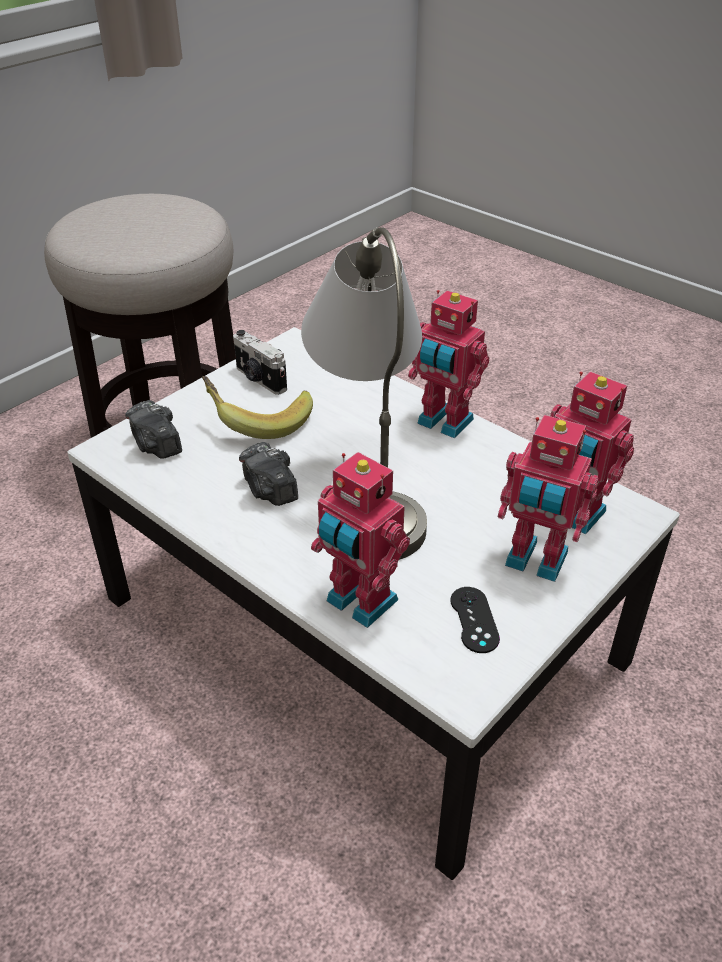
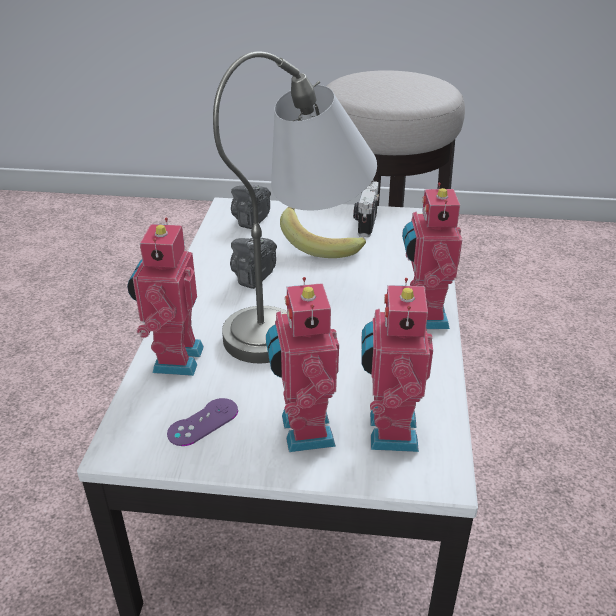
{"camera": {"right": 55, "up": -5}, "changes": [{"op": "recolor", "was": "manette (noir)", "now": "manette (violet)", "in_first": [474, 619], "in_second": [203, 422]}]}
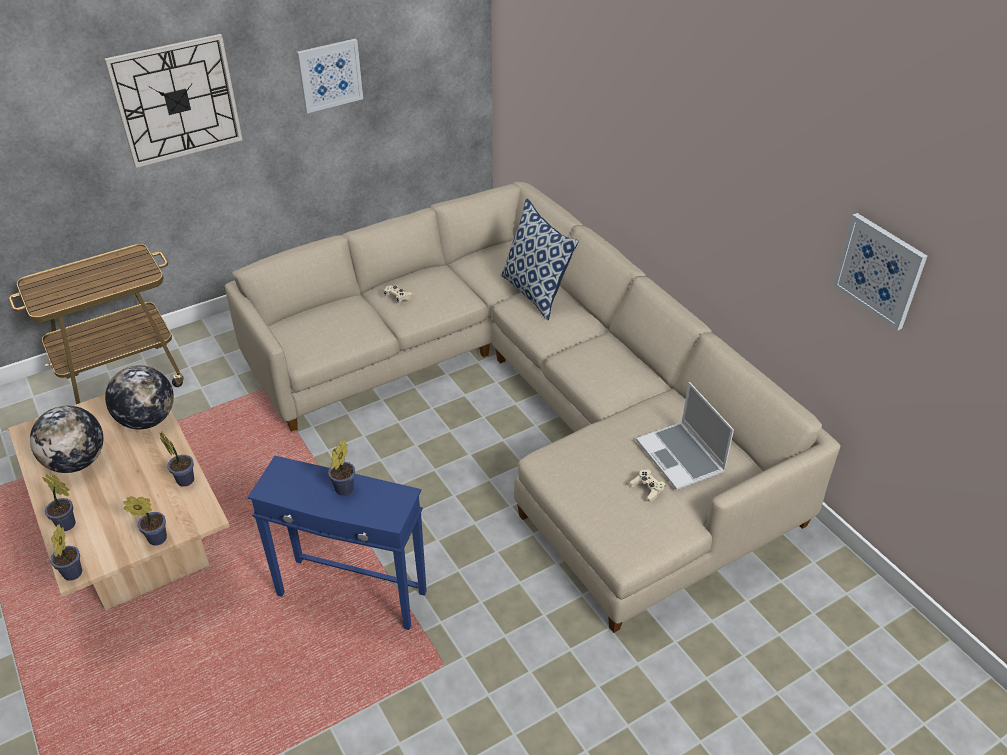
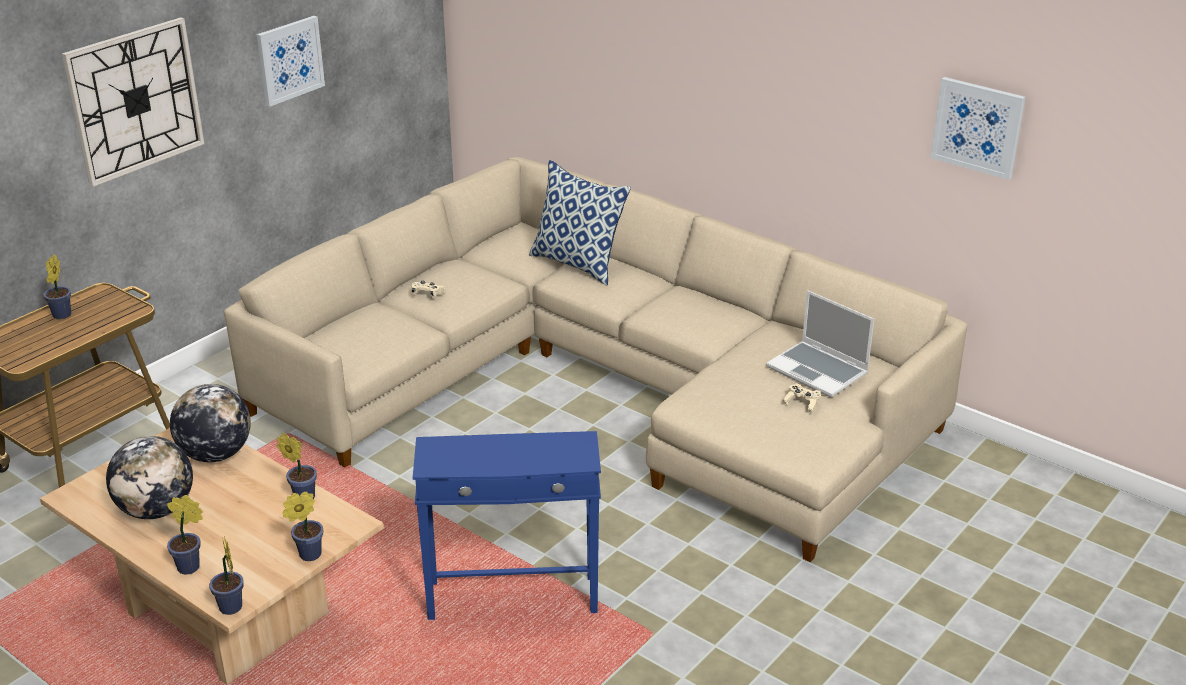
{"camera": {"right": -20, "up": -10}, "changes": [{"op": "move", "was": "plante en pot", "in_first": [343, 491], "in_second": [61, 316]}]}
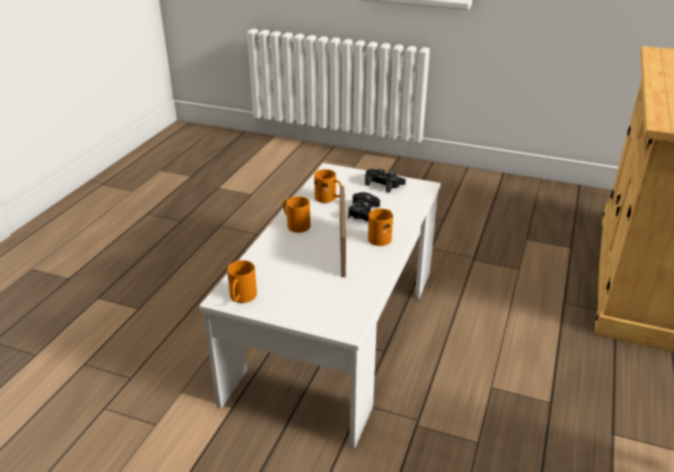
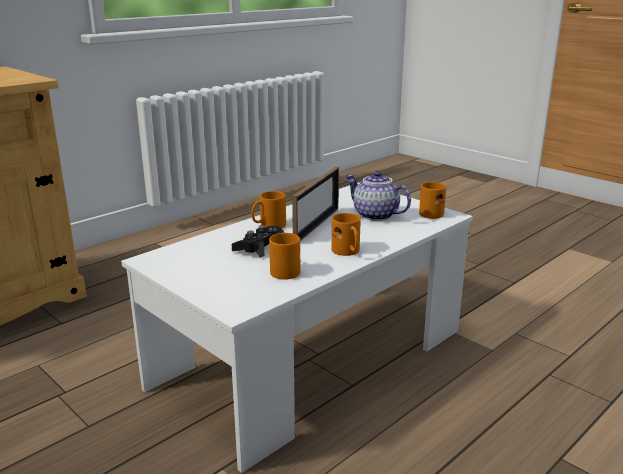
{"camera": {"right": -155, "up": -10}, "changes": [{"op": "delete", "was": "manette (noir)", "in_first": [384, 184]}, {"op": "insert", "now": "théière", "in_second": [374, 215]}]}
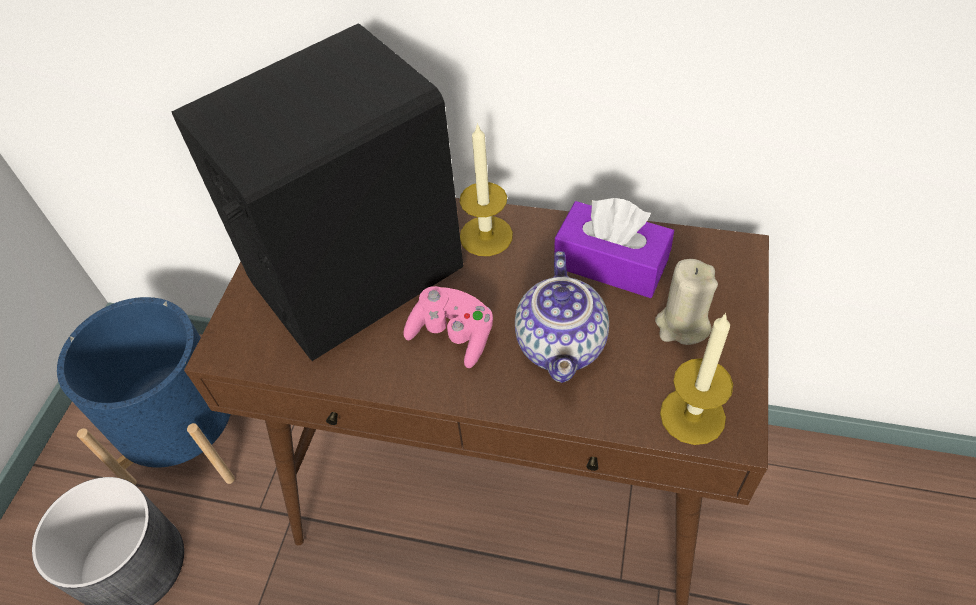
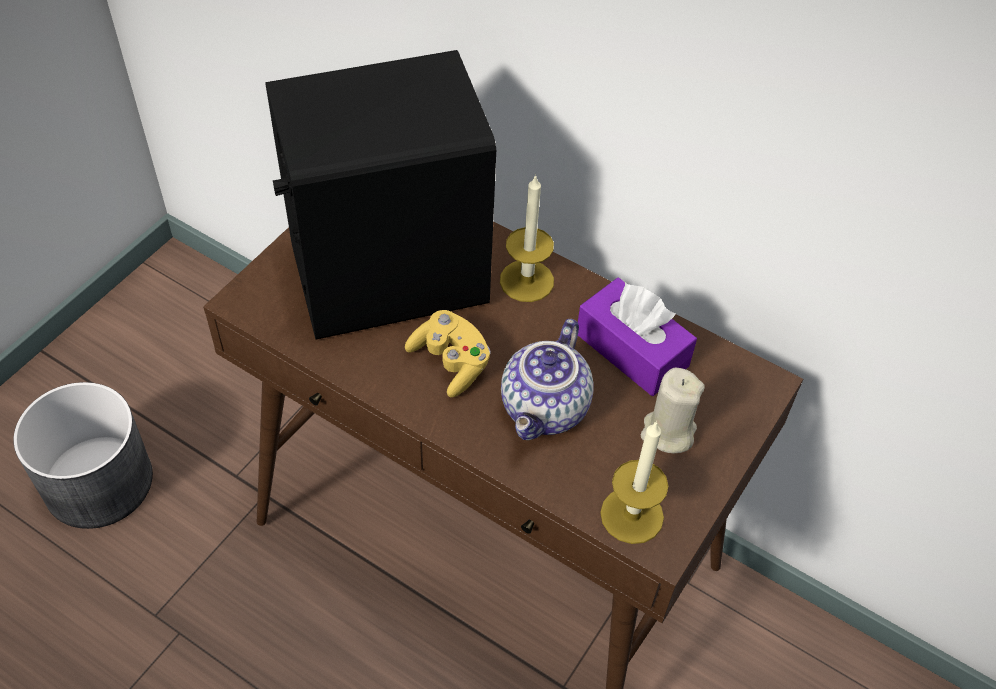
{"camera": {"right": 15, "up": 0}, "changes": [{"op": "delete", "was": "cache-pot (bleu)", "in_first": [191, 436]}, {"op": "recolor", "was": "manette (rose)", "now": "manette (jaune)", "in_first": [453, 335], "in_second": [450, 363]}]}
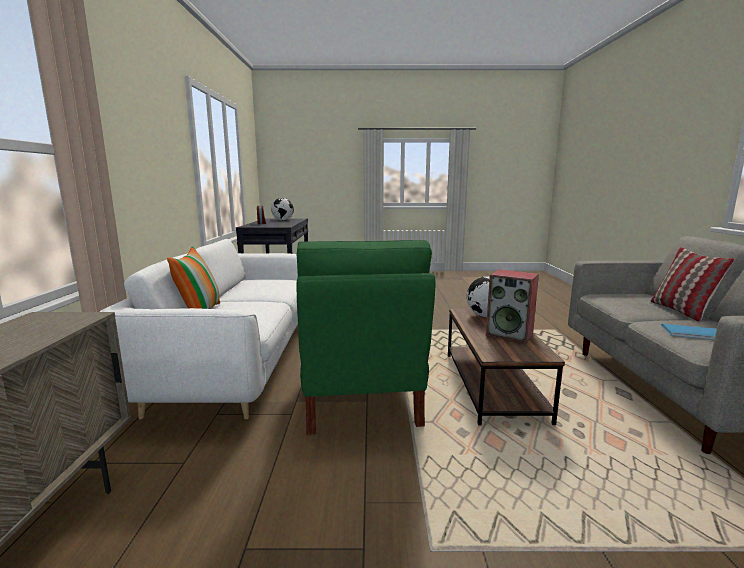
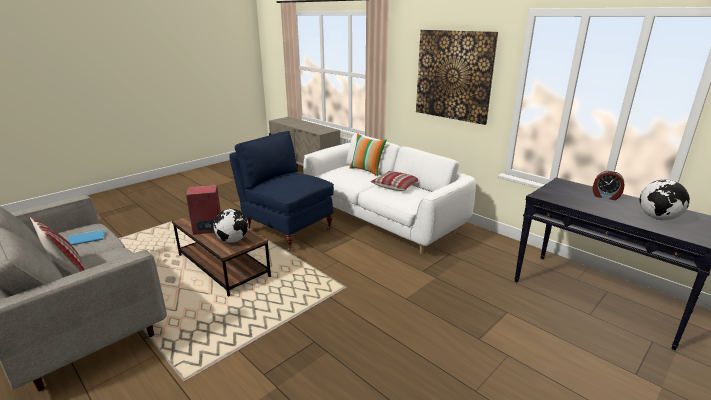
{"camera": {"right": 135, "up": 10}, "changes": [{"op": "recolor", "was": "fauteuil (vert)", "now": "fauteuil (bleu)", "in_first": [361, 398], "in_second": [287, 229]}, {"op": "insert", "now": "coussin", "in_second": [396, 185]}, {"op": "insert", "now": "tableau", "in_second": [453, 75]}]}
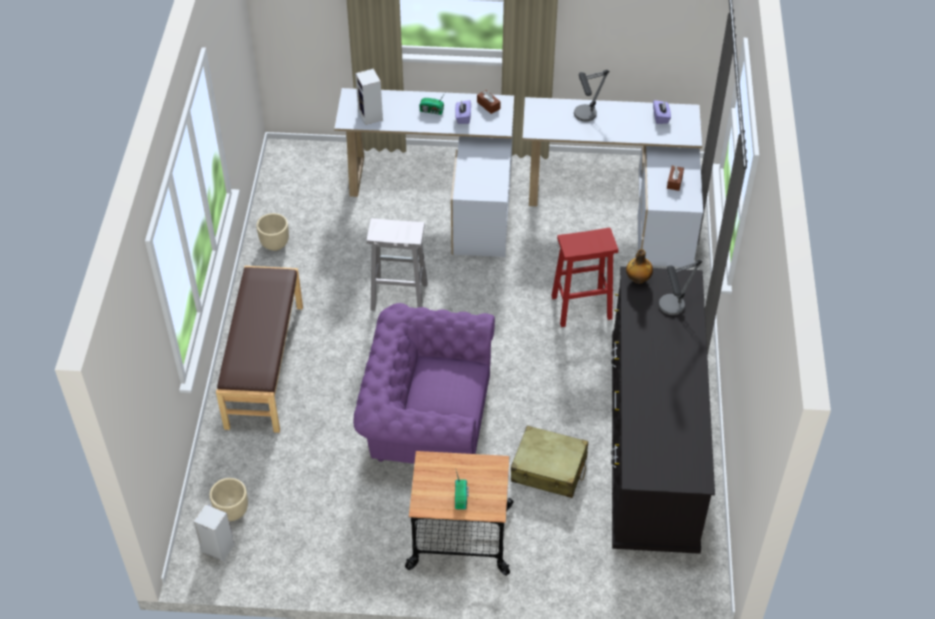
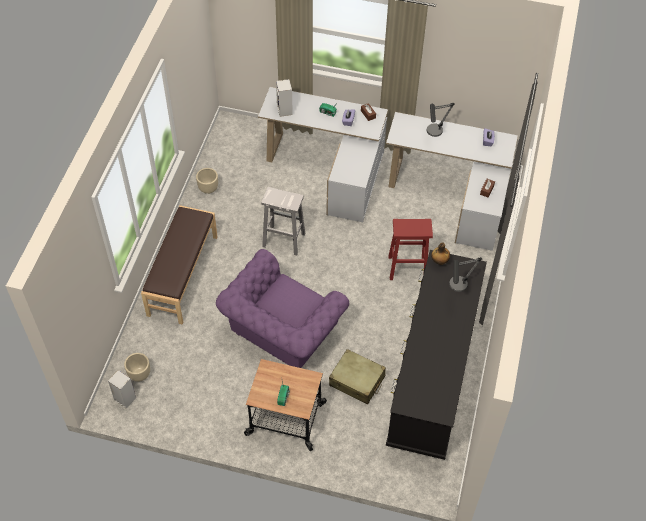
{"camera": {"right": 10, "up": 5}, "changes": [{"op": "rotate", "was": "fauteuil (violet)", "in_first": [426, 421], "in_second": [282, 333], "clockwise": -75}]}
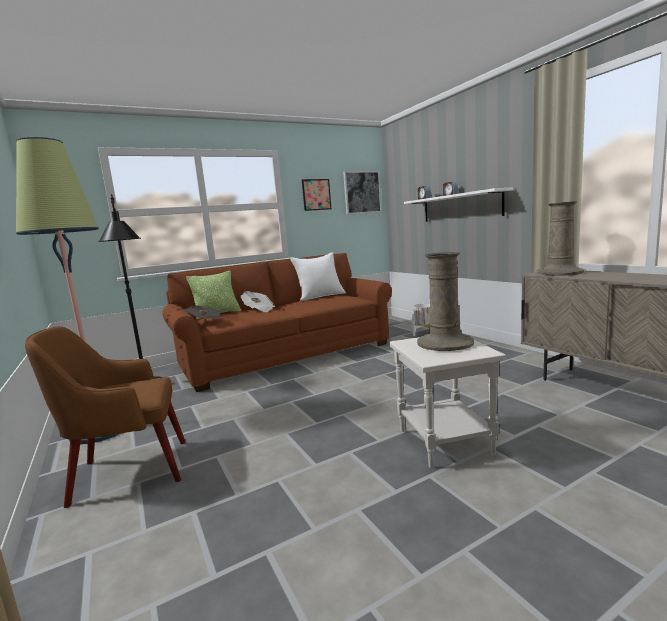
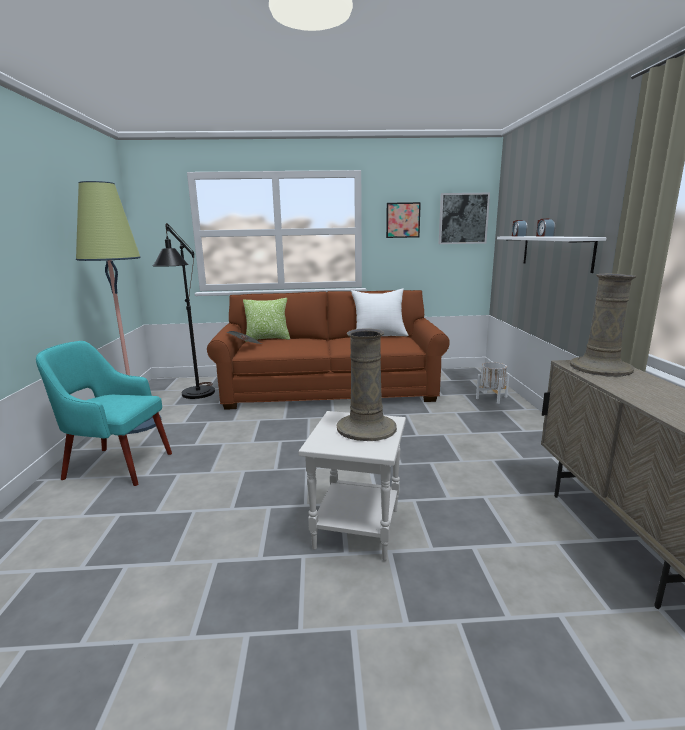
{"camera": {"right": 25, "up": 5}, "changes": [{"op": "recolor", "was": "fauteuil (marron)", "now": "fauteuil (turquoise)", "in_first": [127, 471], "in_second": [116, 465]}, {"op": "delete", "was": "journal", "in_first": [259, 310]}]}
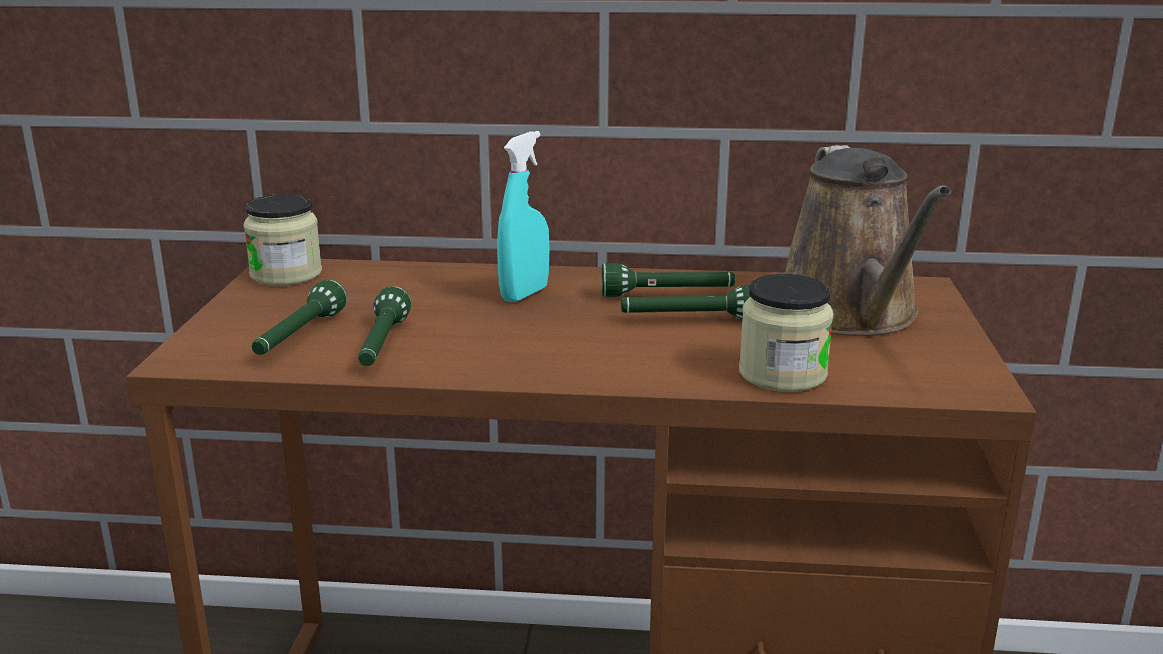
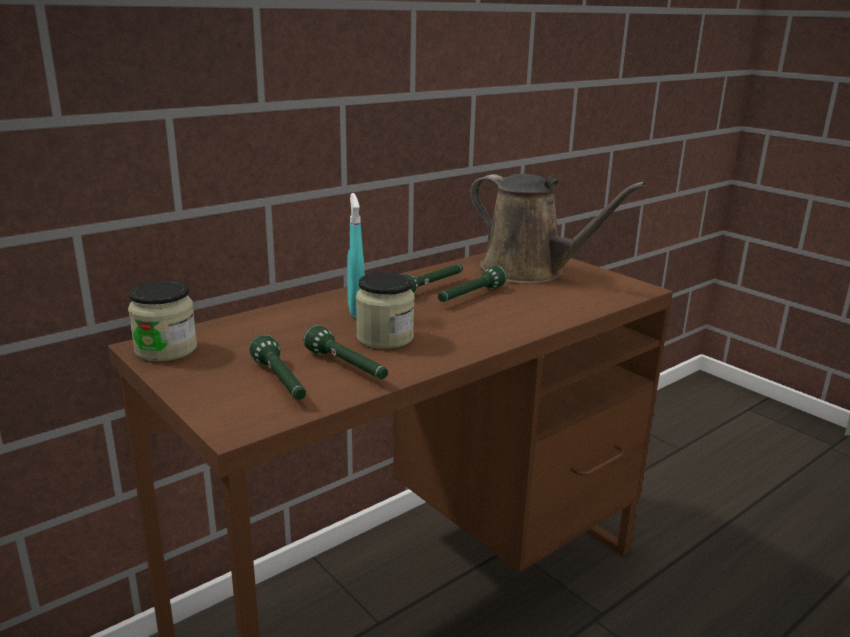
{"camera": {"right": -45, "up": 0}, "changes": [{"op": "move", "was": "bocal", "in_first": [782, 374], "in_second": [385, 337]}]}
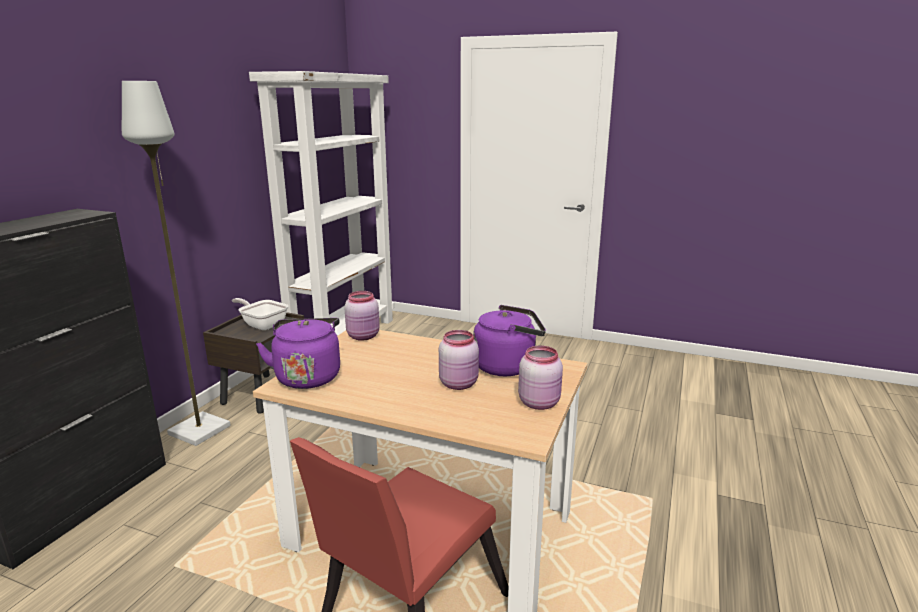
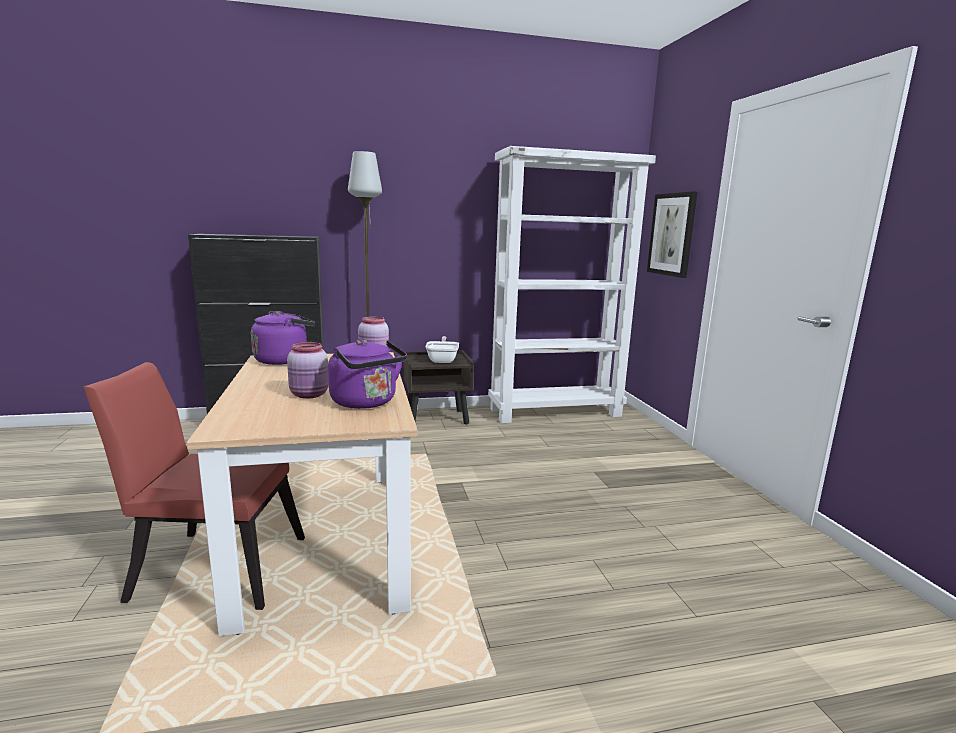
{"camera": {"right": 55, "up": -5}, "changes": [{"op": "delete", "was": "bocal (rose)", "in_first": [540, 403]}, {"op": "insert", "now": "tableau", "in_second": [672, 234]}]}
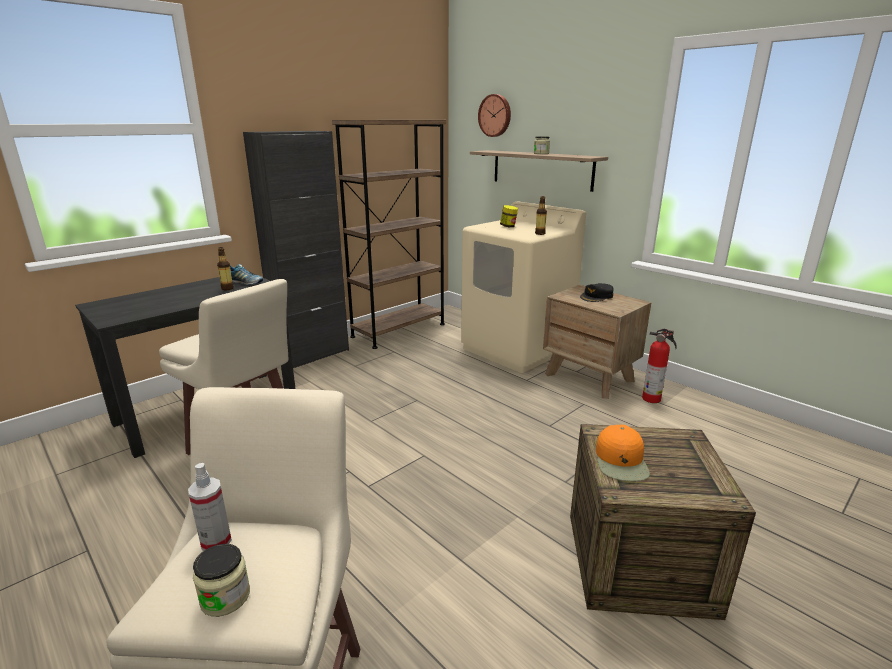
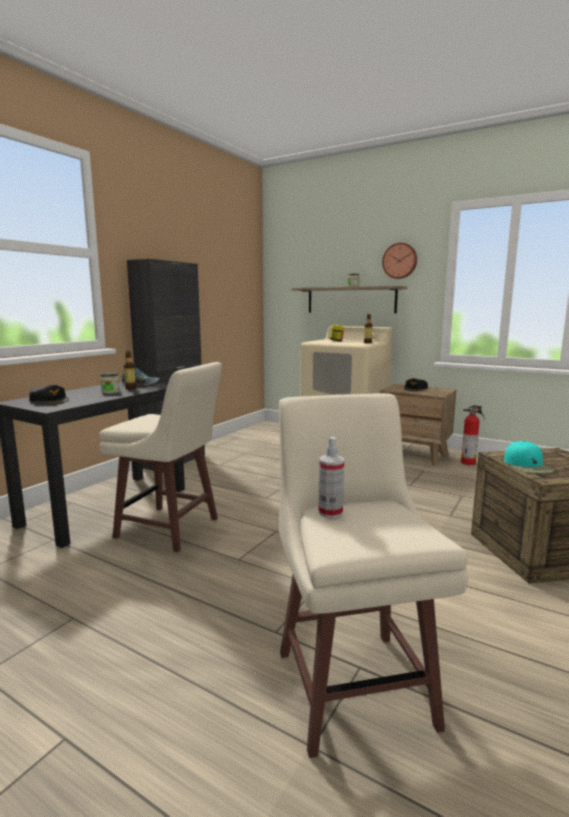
{"camera": {"right": -15, "up": -10}, "changes": [{"op": "move", "was": "bocal", "in_first": [225, 597], "in_second": [111, 392]}, {"op": "delete", "was": "bibliothèque (marron)", "in_first": [398, 330]}, {"op": "move", "was": "horloge murale", "in_first": [495, 115], "in_second": [400, 261]}, {"op": "recolor", "was": "casquette (orange)", "now": "casquette (turquoise)", "in_first": [621, 461], "in_second": [528, 466]}, {"op": "insert", "now": "casquette (noir)", "in_second": [50, 400]}]}
